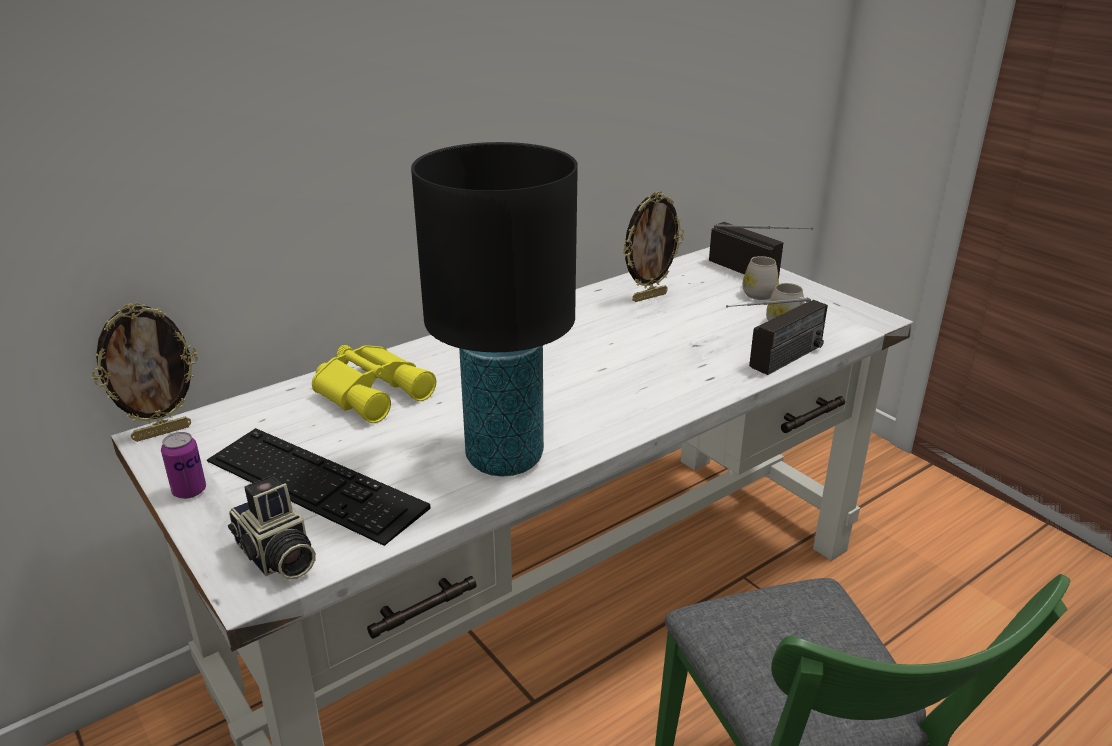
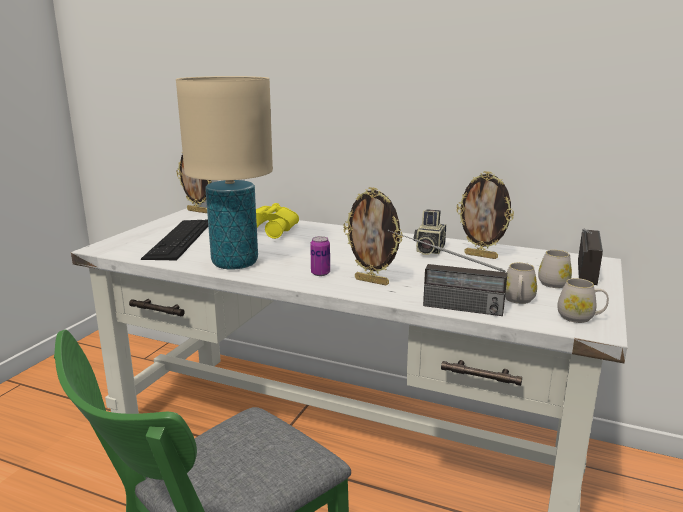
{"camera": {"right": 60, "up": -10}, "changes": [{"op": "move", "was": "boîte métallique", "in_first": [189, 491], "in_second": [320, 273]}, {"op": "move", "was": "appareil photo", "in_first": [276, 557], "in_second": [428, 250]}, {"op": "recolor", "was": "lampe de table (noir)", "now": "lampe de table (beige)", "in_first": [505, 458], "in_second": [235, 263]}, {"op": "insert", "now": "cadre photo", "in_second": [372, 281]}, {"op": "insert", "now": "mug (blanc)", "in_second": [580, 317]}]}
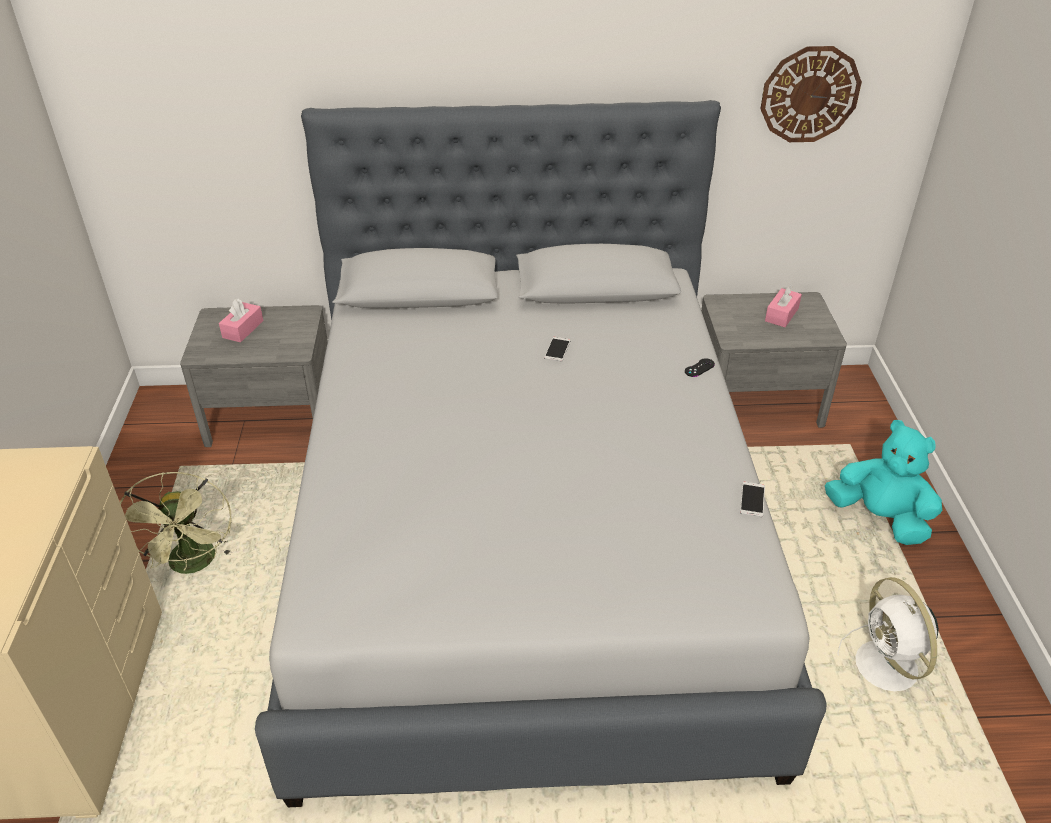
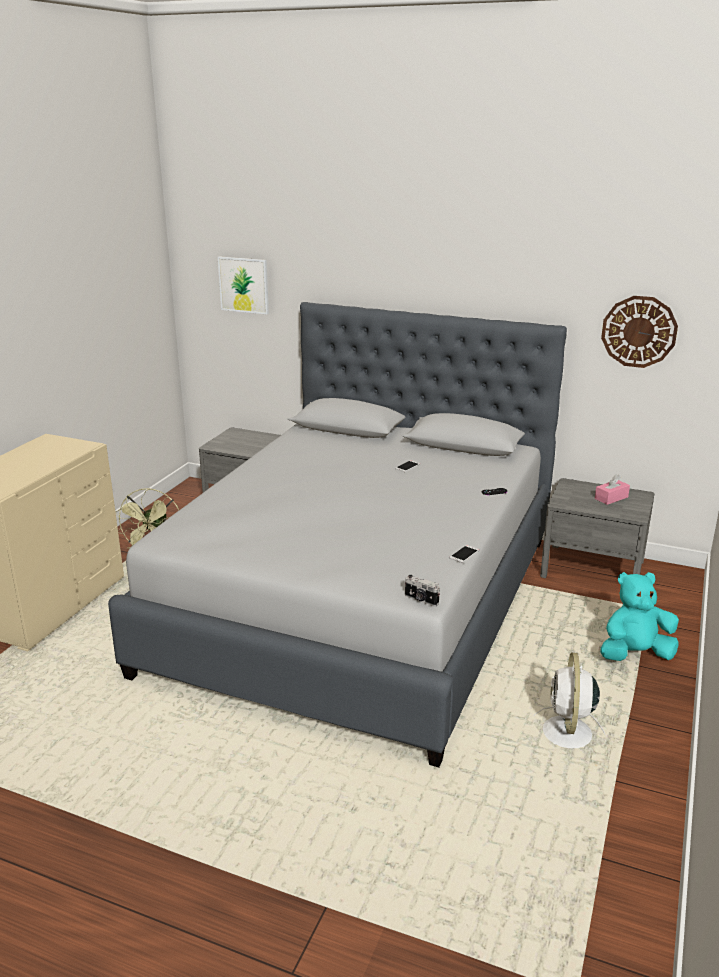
{"camera": {"right": 25, "up": -15}, "changes": [{"op": "delete", "was": "boîte à mouchoirs (rose)", "in_first": [243, 329]}, {"op": "rotate", "was": "peluche (turquoise)", "in_first": [879, 518], "in_second": [634, 654], "clockwise": -75}, {"op": "insert", "now": "tableau", "in_second": [244, 285]}, {"op": "insert", "now": "appareil photo", "in_second": [421, 600]}]}
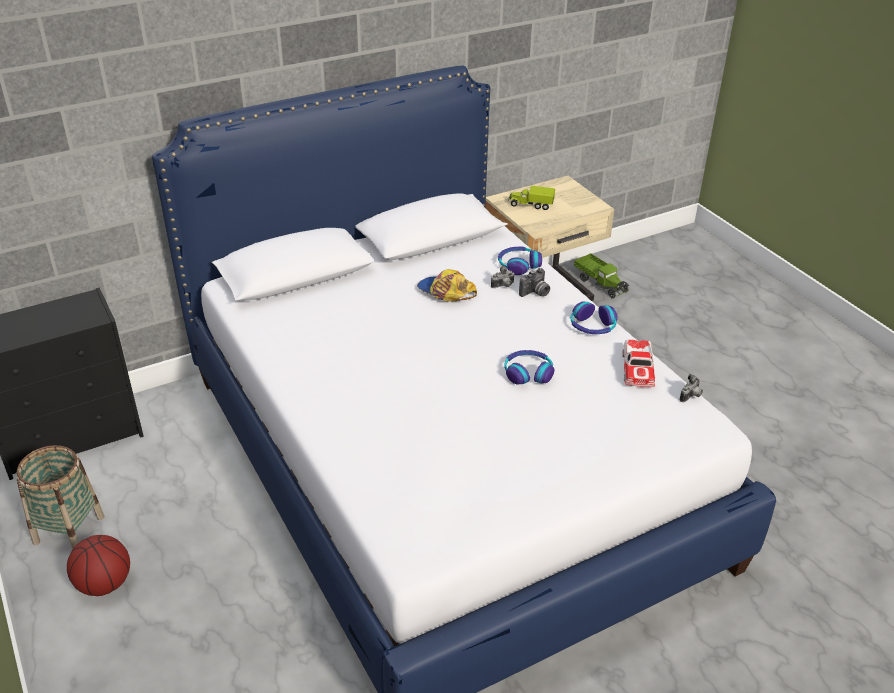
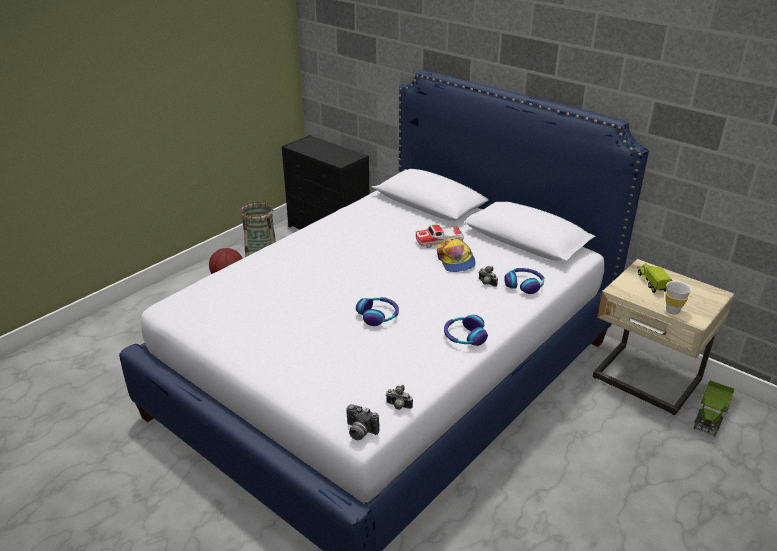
{"camera": {"right": 70, "up": -5}, "changes": [{"op": "rotate", "was": "casquette", "in_first": [445, 292], "in_second": [455, 260], "clockwise": 150}, {"op": "move", "was": "appareil photo", "in_first": [535, 293], "in_second": [359, 432]}, {"op": "move", "was": "petite voiture", "in_first": [637, 369], "in_second": [439, 241]}, {"op": "insert", "now": "tasse (blanc)", "in_second": [672, 311]}]}
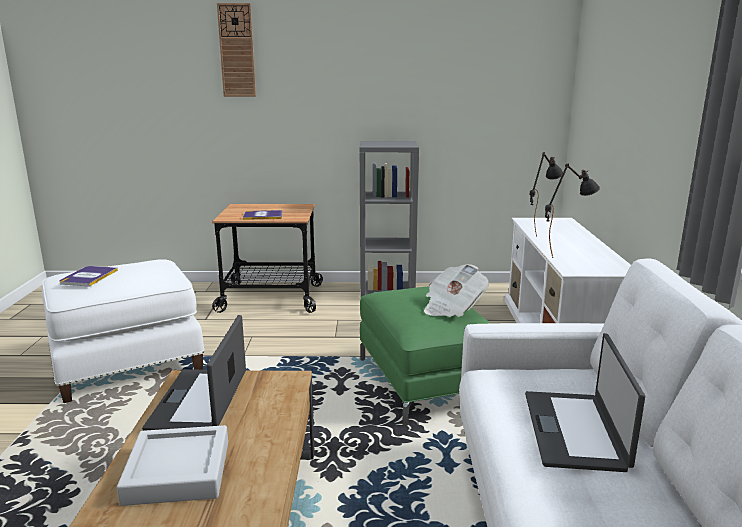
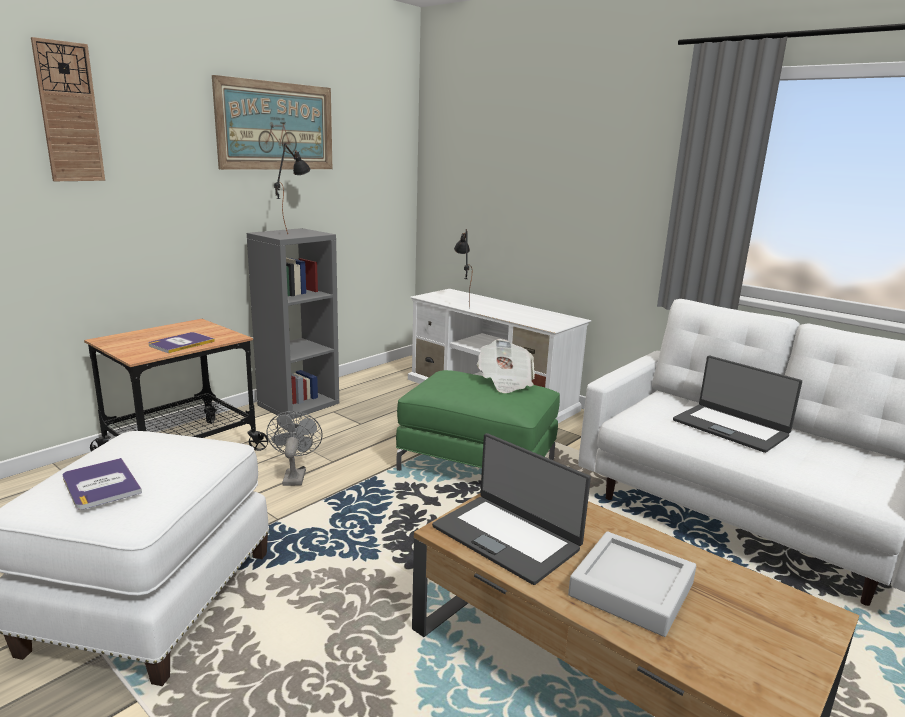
{"camera": {"right": -50, "up": 0}, "changes": [{"op": "move", "was": "lampe de table (noir)", "in_first": [565, 253], "in_second": [293, 231]}, {"op": "insert", "now": "tableau", "in_second": [276, 126]}, {"op": "insert", "now": "ventilateur (gris)", "in_second": [294, 475]}]}
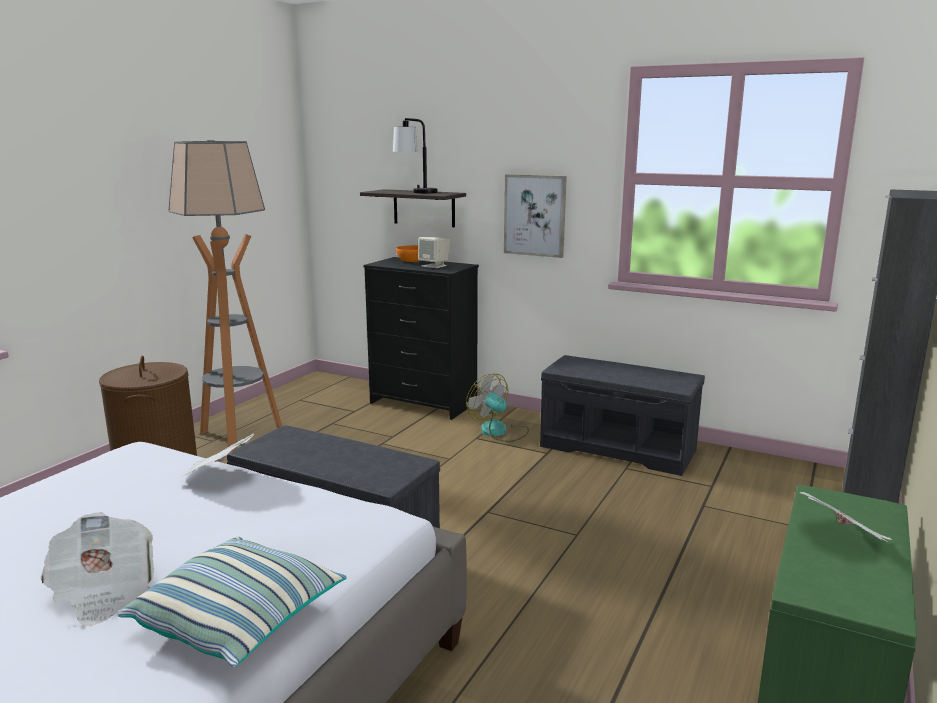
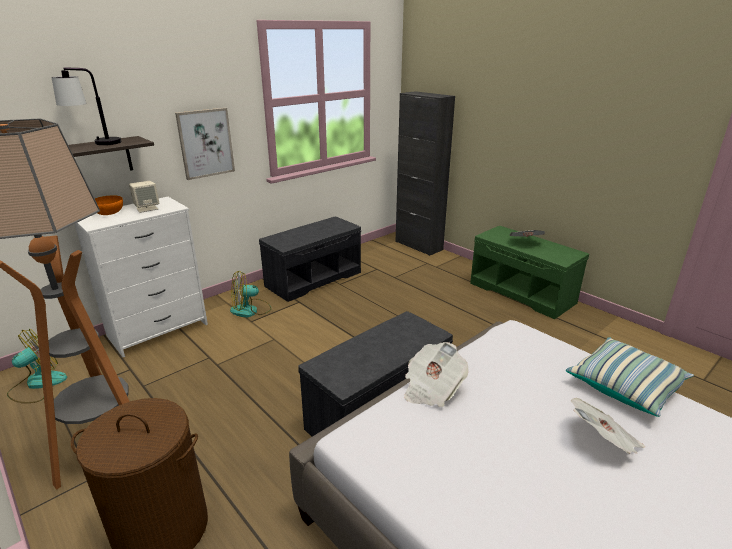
{"camera": {"right": -70, "up": 10}, "changes": [{"op": "recolor", "was": "commode (noir)", "now": "commode (blanc)", "in_first": [423, 403], "in_second": [158, 330]}, {"op": "insert", "now": "ventilateur", "in_second": [37, 384]}]}
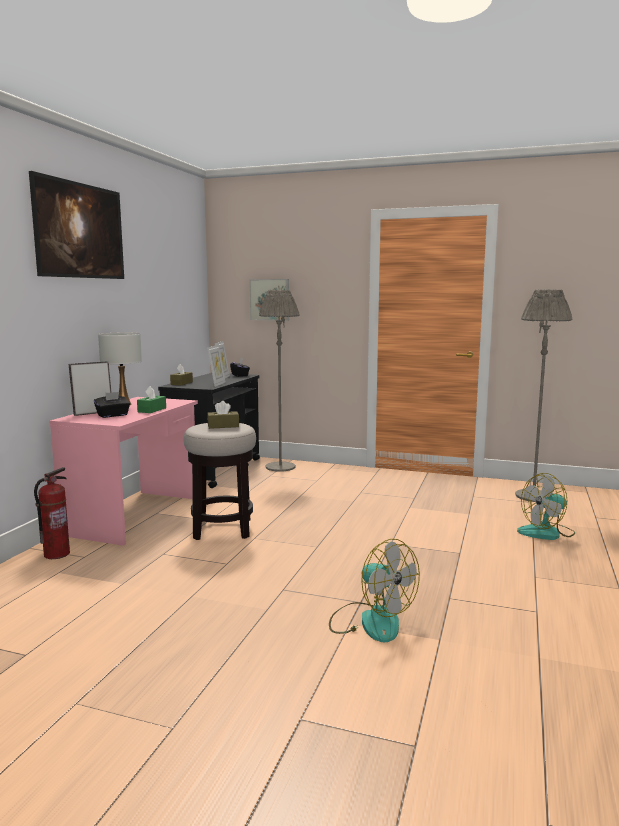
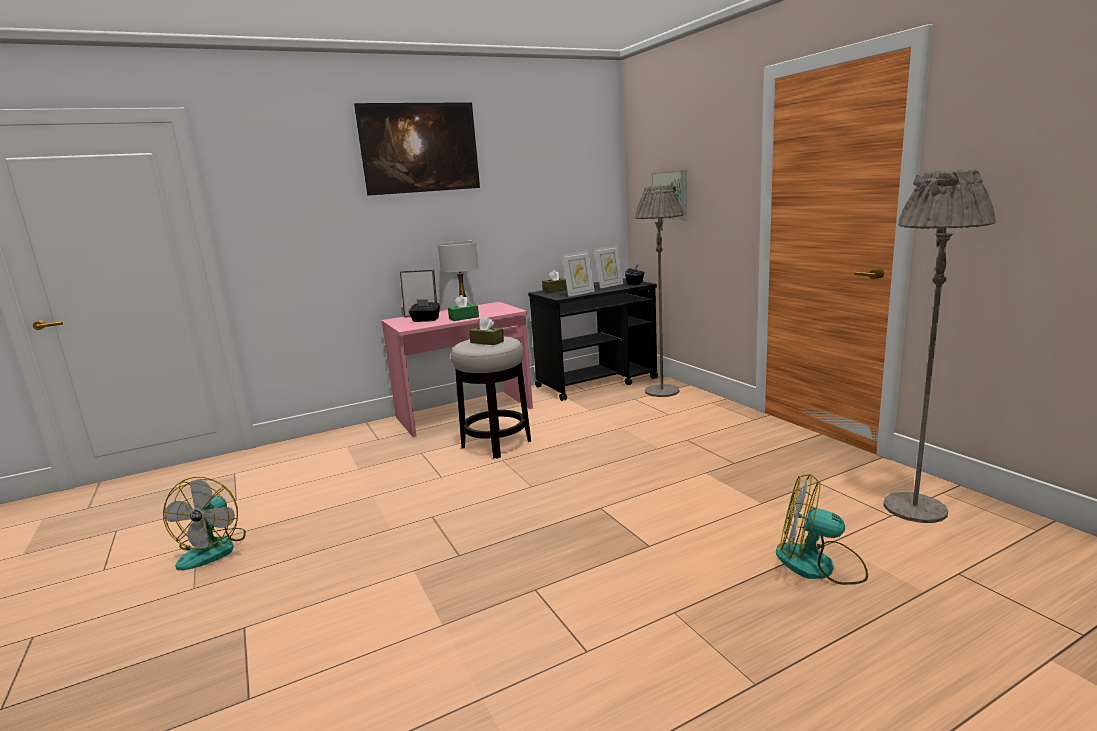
{"camera": {"right": 45, "up": 5}, "changes": [{"op": "delete", "was": "extincteur", "in_first": [57, 554]}, {"op": "move", "was": "ventilateur", "in_first": [371, 621], "in_second": [213, 548]}]}
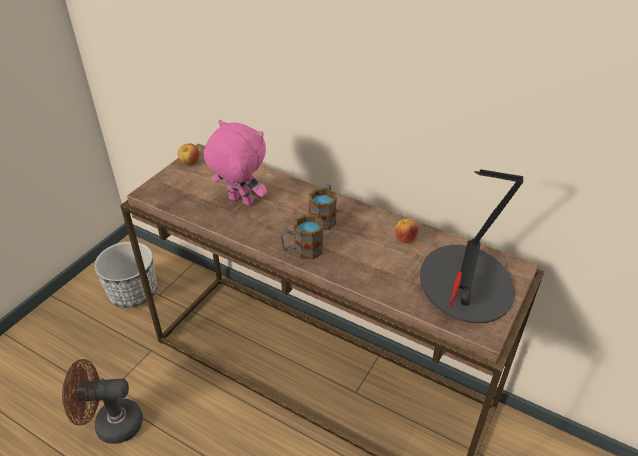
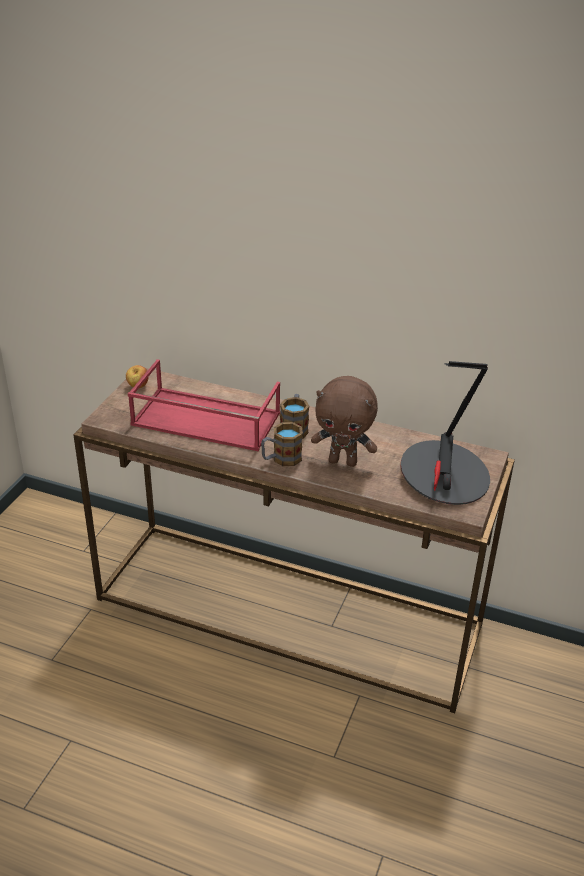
{"camera": {"right": -10, "up": -5}, "changes": [{"op": "delete", "was": "ventilateur (marron)", "in_first": [111, 424]}, {"op": "delete", "was": "cache-pot", "in_first": [133, 292]}, {"op": "replace", "was": "peluche (rose)", "now": "plateau (rouge)", "in_first": [240, 201], "in_second": [204, 420]}, {"op": "delete", "was": "pomme", "in_first": [405, 239]}, {"op": "insert", "now": "peluche (marron)", "in_second": [343, 461]}]}
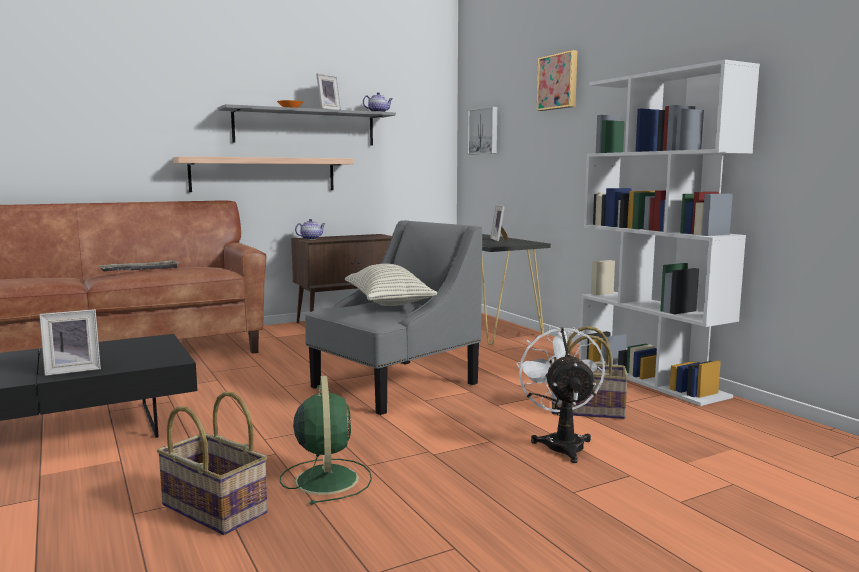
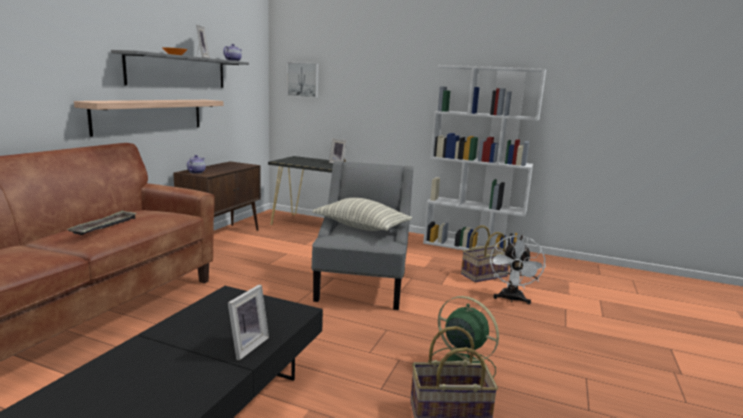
{"camera": {"right": -40, "up": 5}, "changes": [{"op": "rotate", "was": "ventilateur (blanc)", "in_first": [562, 443], "in_second": [511, 299], "clockwise": -120}, {"op": "delete", "was": "tableau", "in_first": [558, 82]}]}
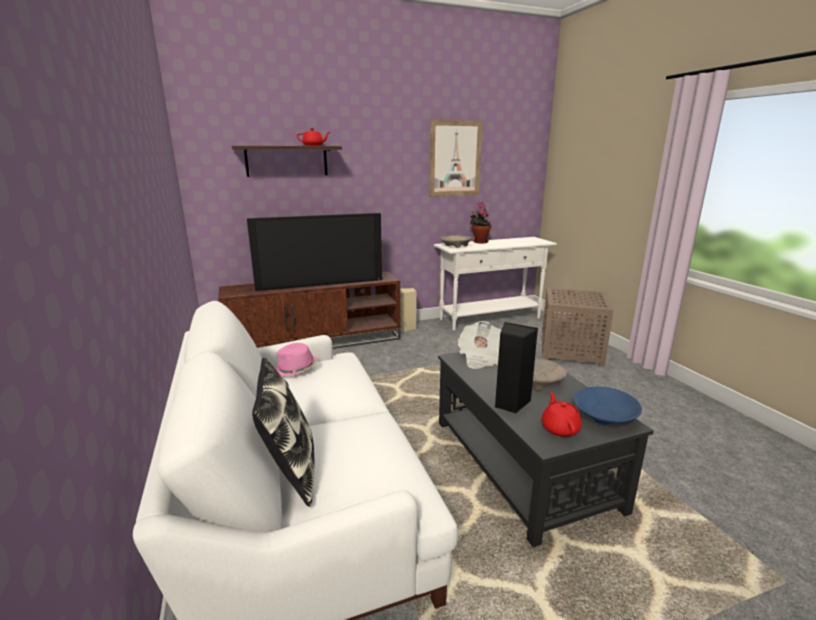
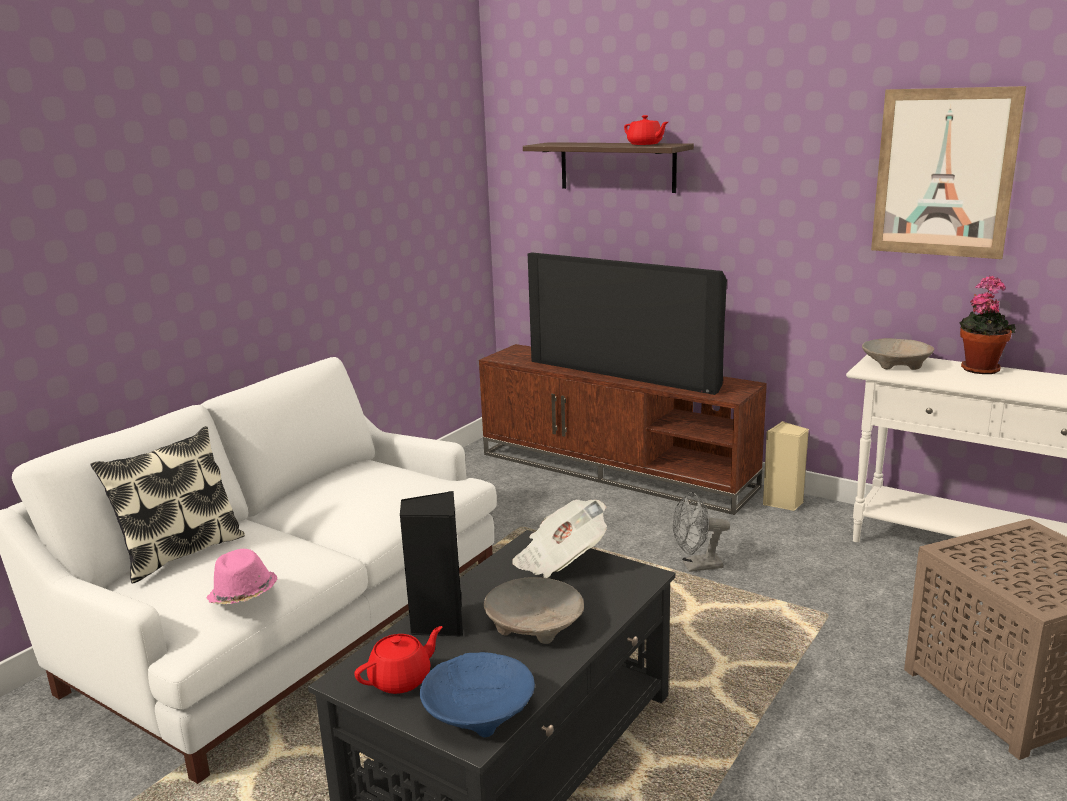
{"camera": {"right": 55, "up": 0}, "changes": [{"op": "move", "was": "chapeau (rose)", "in_first": [296, 369], "in_second": [243, 595]}, {"op": "insert", "now": "ventilateur (gris)", "in_second": [696, 566]}]}
